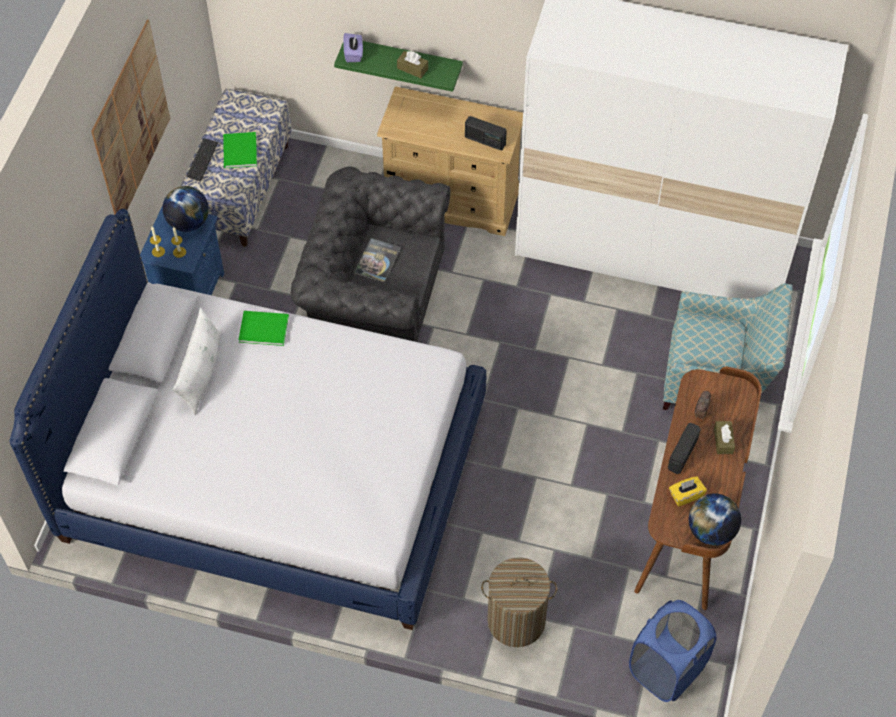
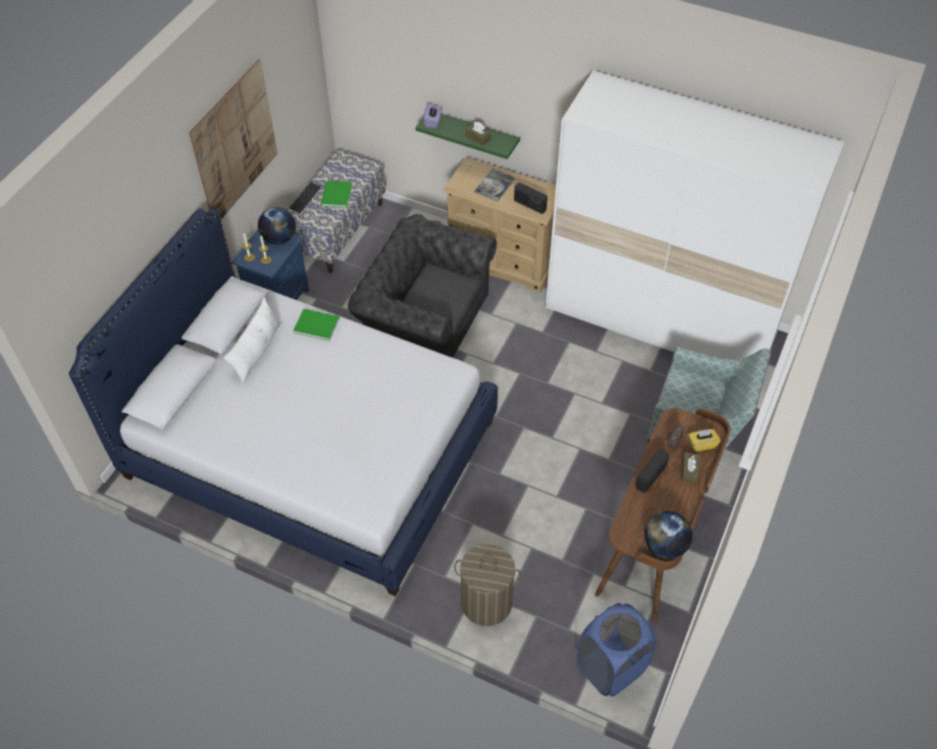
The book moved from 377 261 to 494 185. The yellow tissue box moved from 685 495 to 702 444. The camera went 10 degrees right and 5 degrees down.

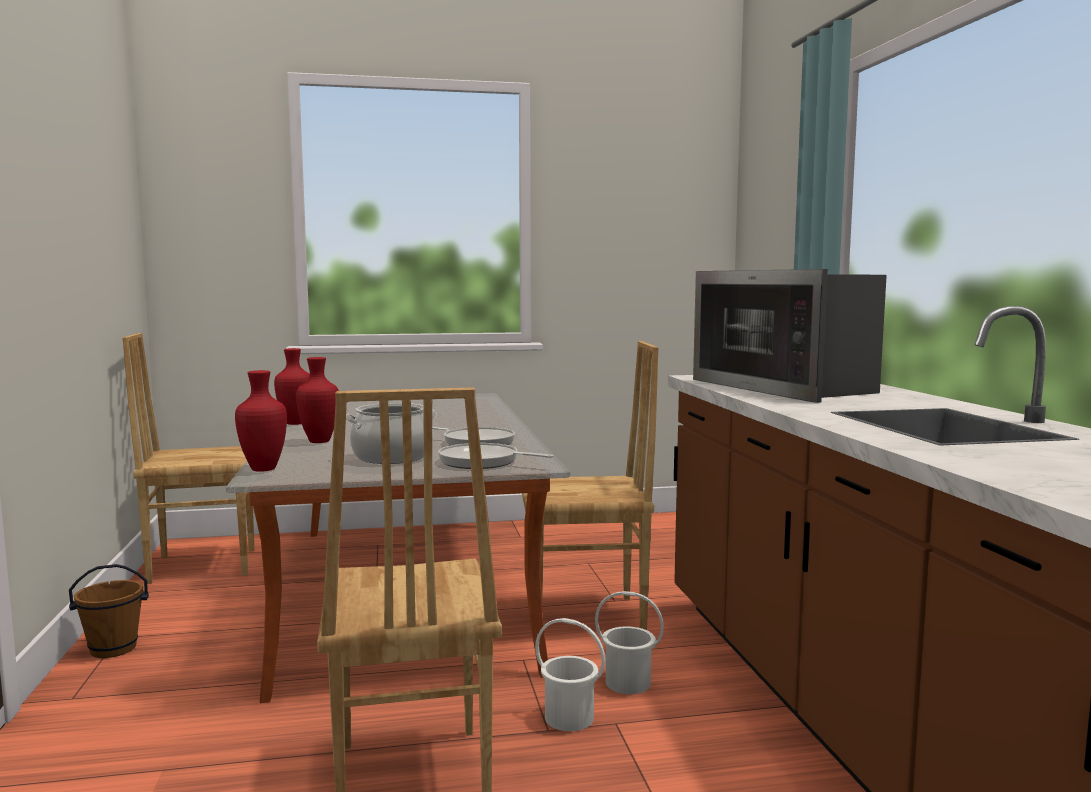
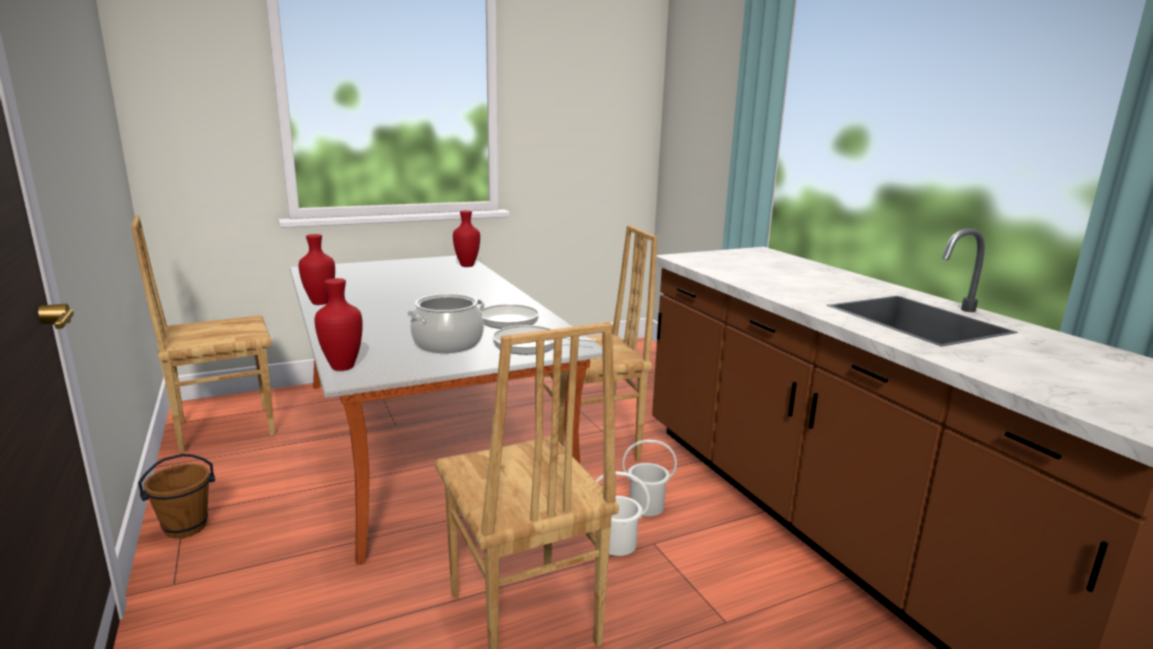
The red flower vase moved from 320 441 to 467 265. The microwave at 786 387 disappeared. The camera went 15 degrees left and 10 degrees up.

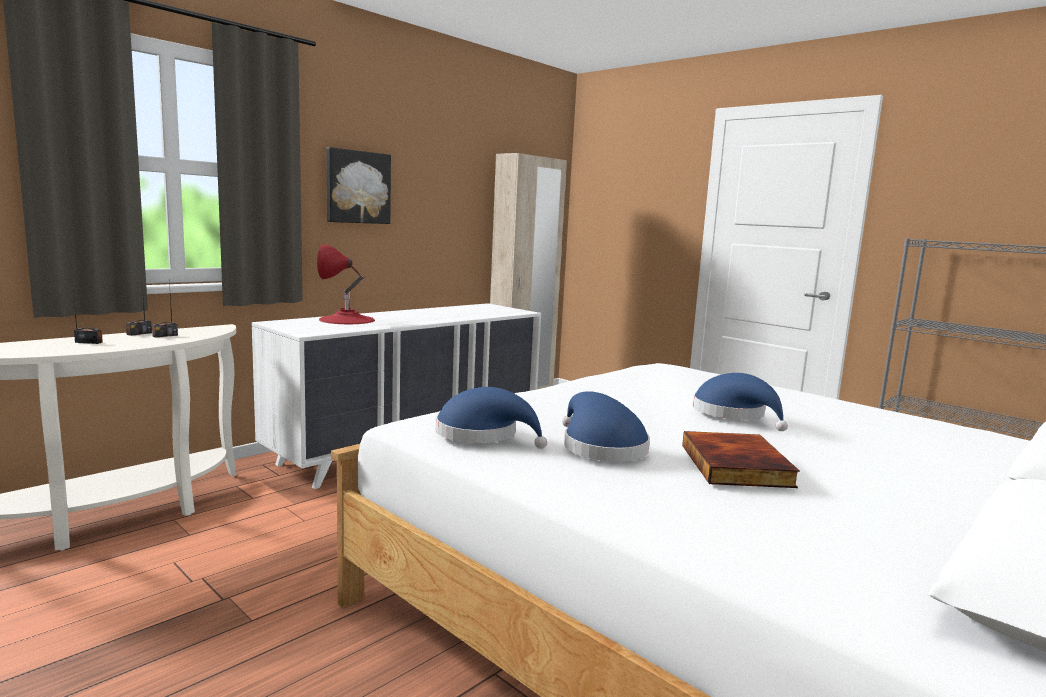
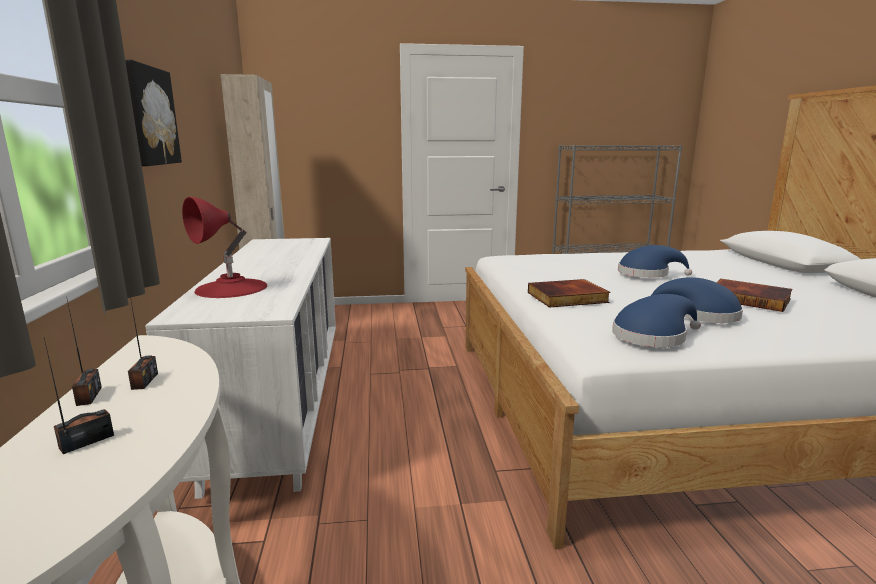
The book at 567 298 appeared. The camera went 50 degrees left and 5 degrees up.

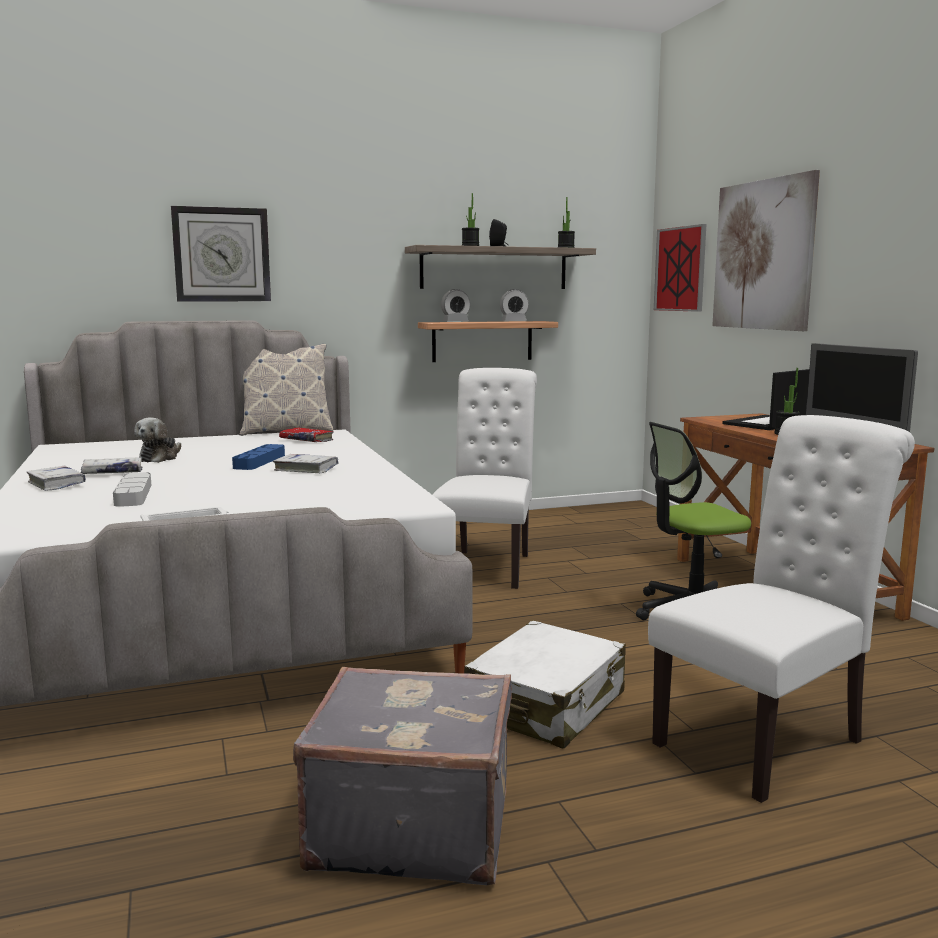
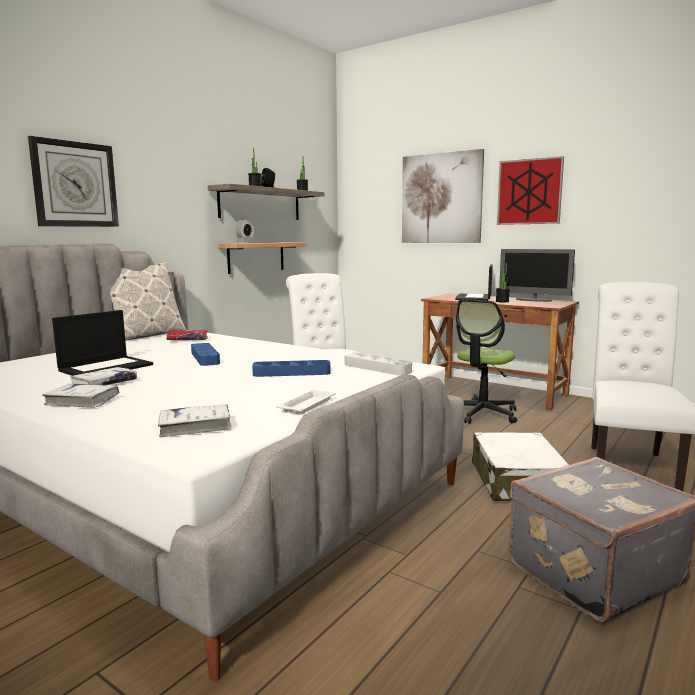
The cuddly toy at 160 458 was replaced by the portable computer at 106 367. The white book moved from 306 469 to 196 427. The blue tray at 291 373 appeared. The greyish tray moved from 133 494 to 377 368. The picture moved from 680 269 to 529 192. The alarm clock at 514 321 disappeared. The camera went 35 degrees left and 0 degrees up.

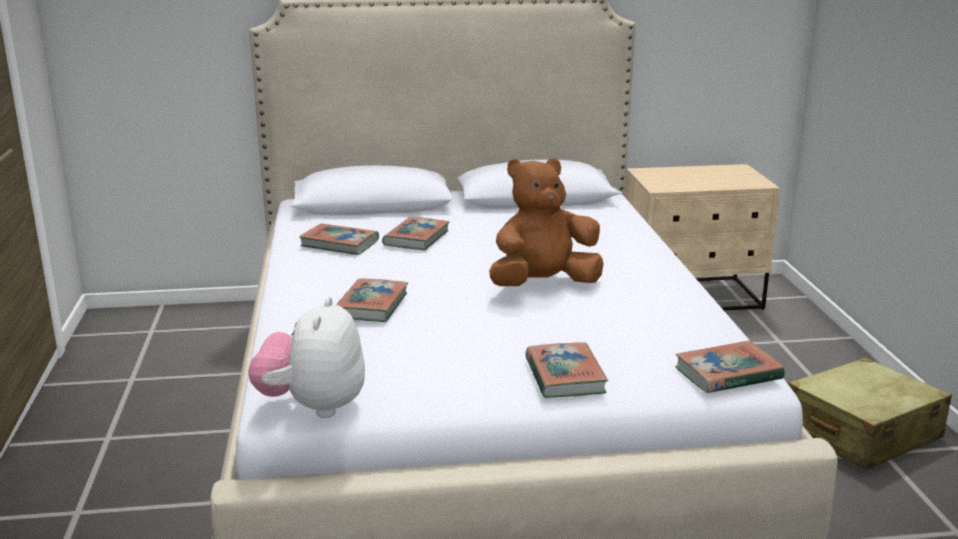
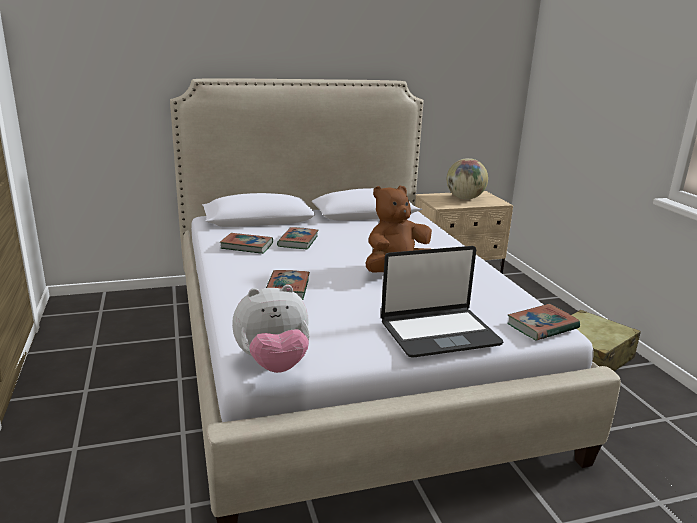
The cuddly toy at 313 407 turned 105 degrees counterclockwise. The book at 564 376 was replaced by the portable computer at 439 333. The globe at 464 198 appeared. The camera went 10 degrees left and 0 degrees up.

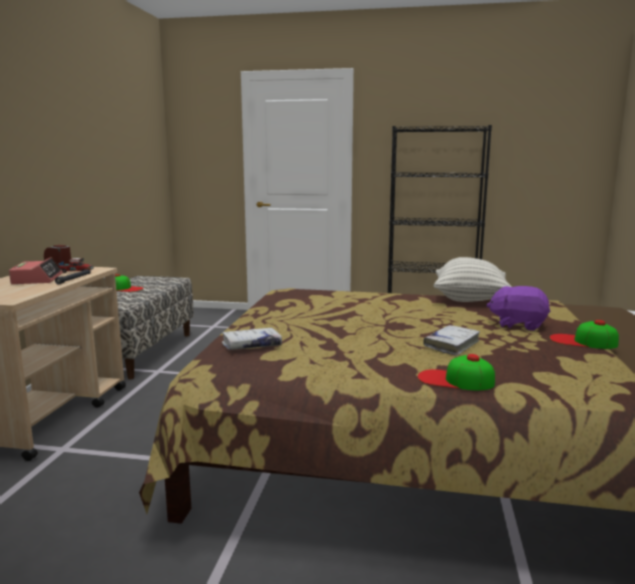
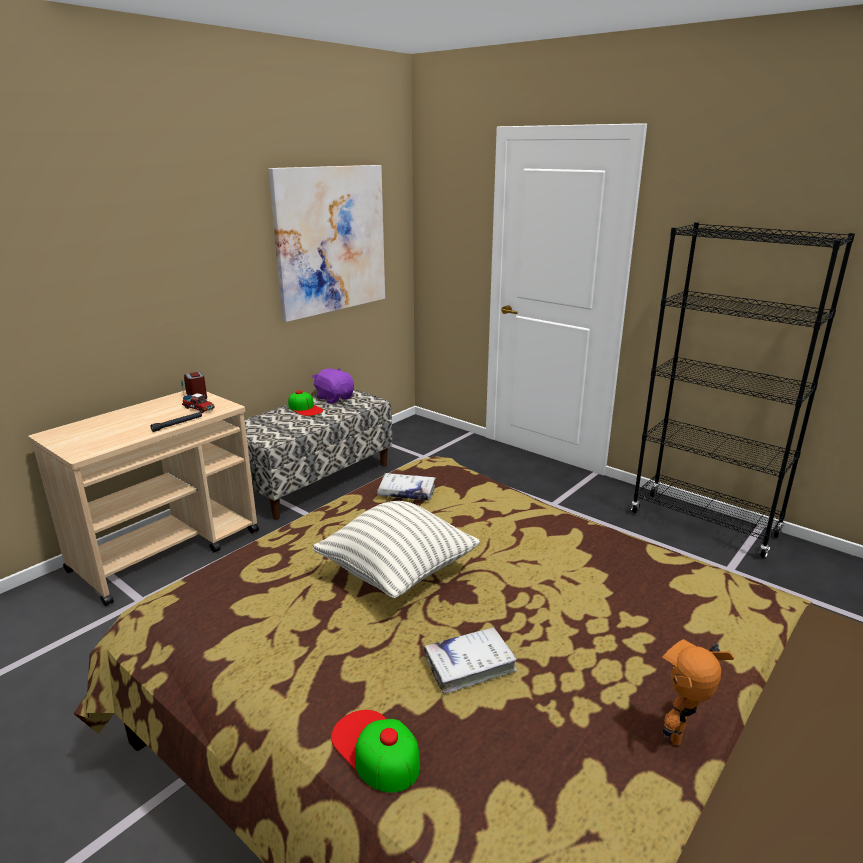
The picture at 331 240 appeared. The purple cuddly toy moved from 518 325 to 334 398. The cushion moved from 469 299 to 397 573. The white book moved from 251 345 to 406 493. The cap at 582 341 was replaced by the robot figure at 684 736. The alarm clock at 37 279 disappeared. The camera went 30 degrees right and 10 degrees up.

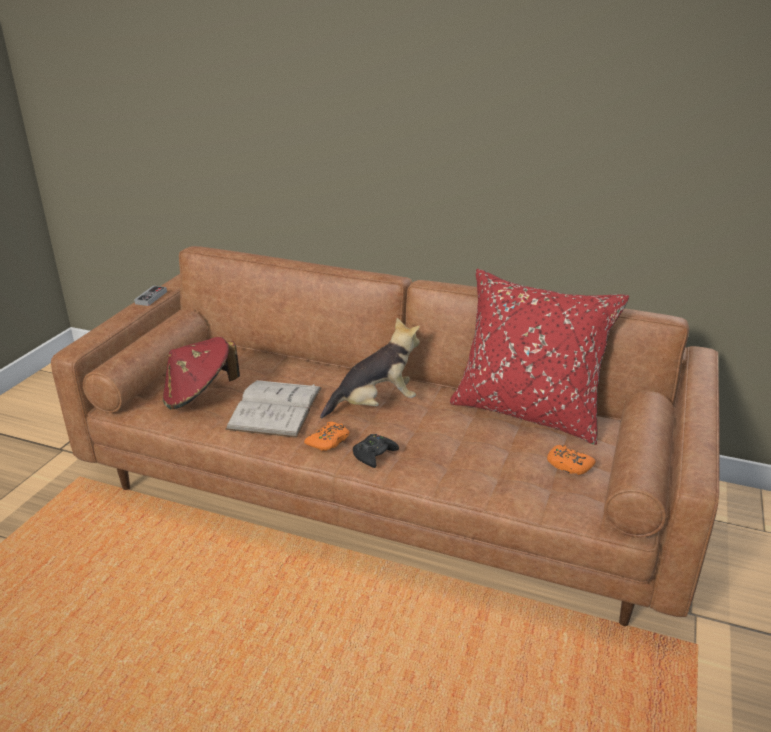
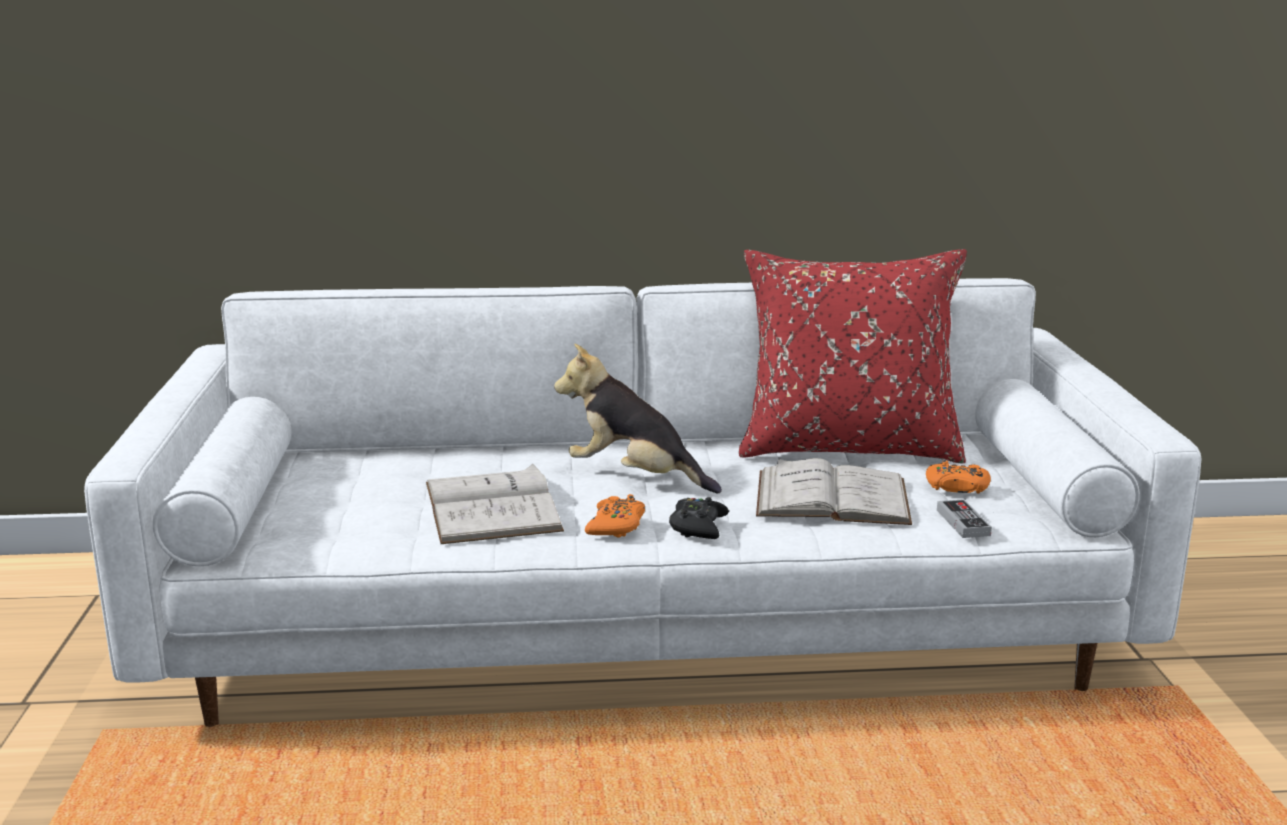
The brownish settee at 385 486 became the white settee at 643 622. The cuddly toy at 375 404 turned 105 degrees counterclockwise. The white book at 832 497 appeared. The game controller moved from 151 298 to 963 522. The red hat at 199 395 disappeared. The camera went 25 degrees left and 10 degrees down.

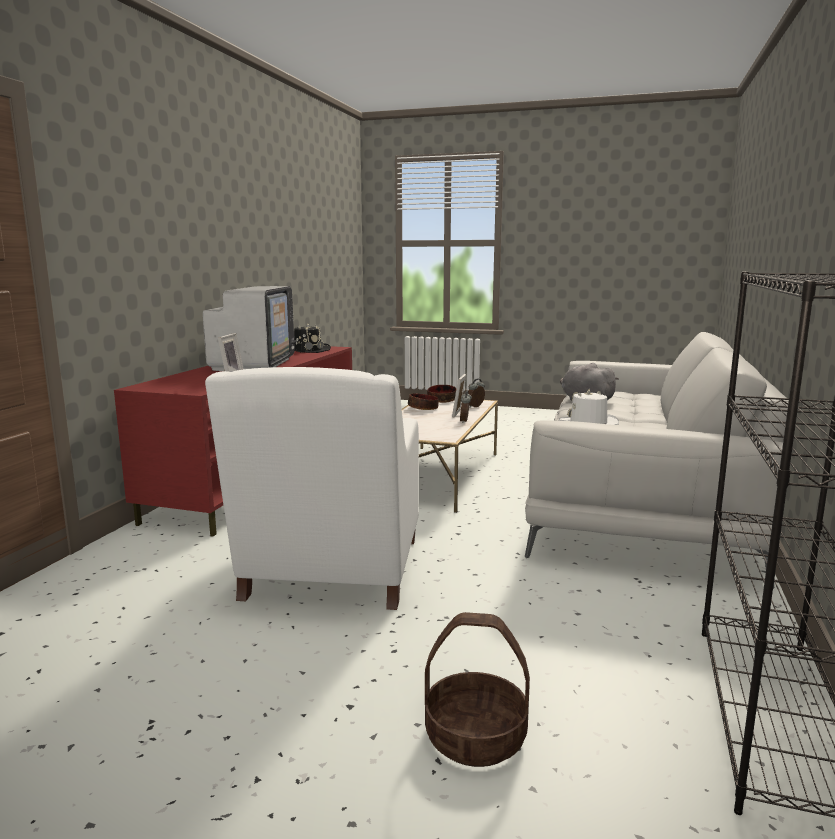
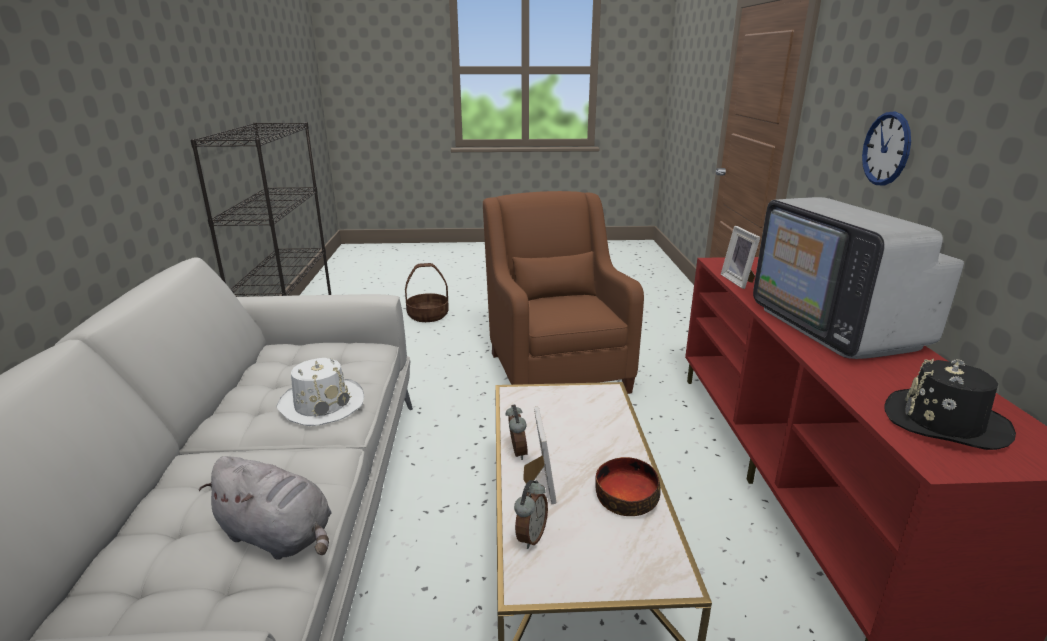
The white armchair at 331 573 became the brownish armchair at 555 368. The hanging clock at 886 149 appeared. The deep dish at 441 400 disappeared. The camera went 160 degrees right and 10 degrees up.

